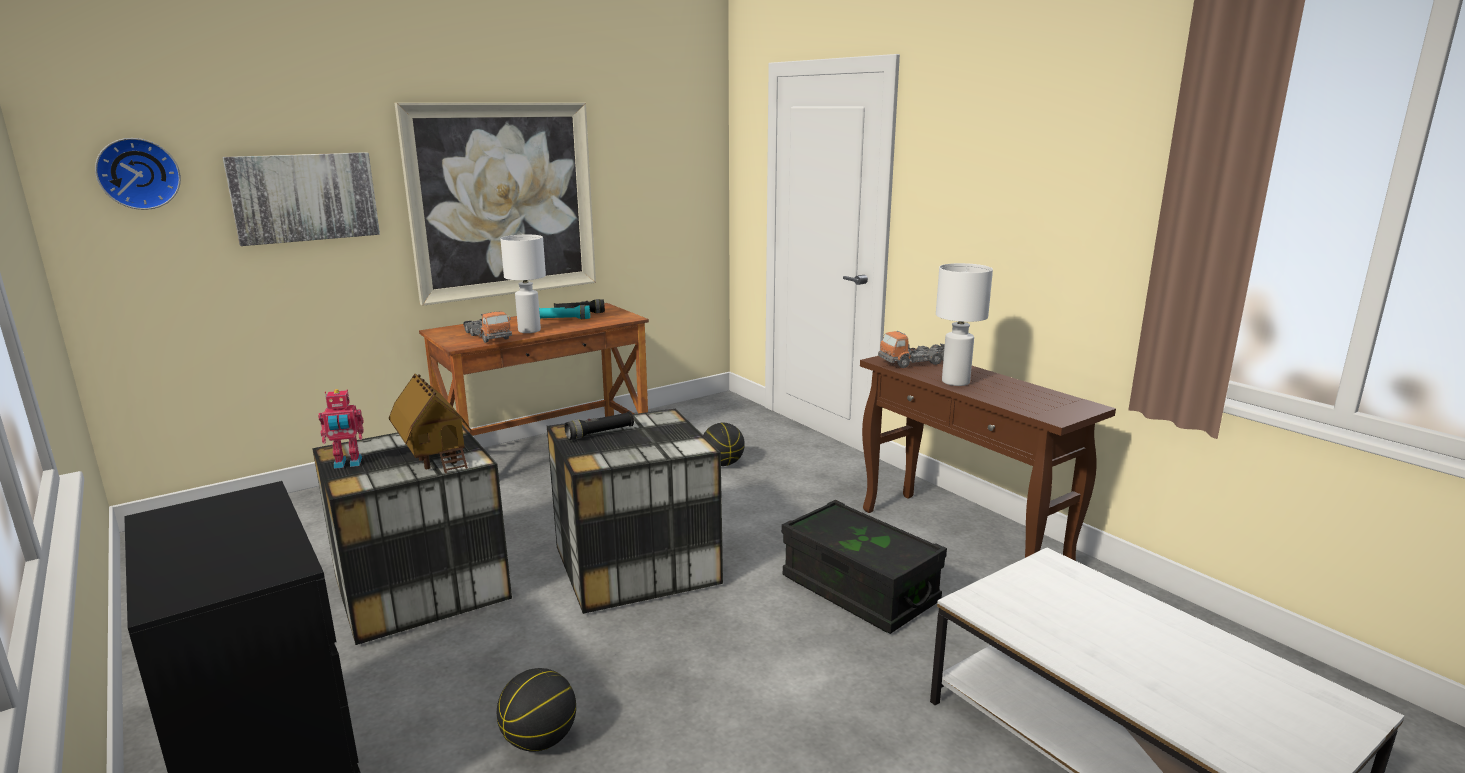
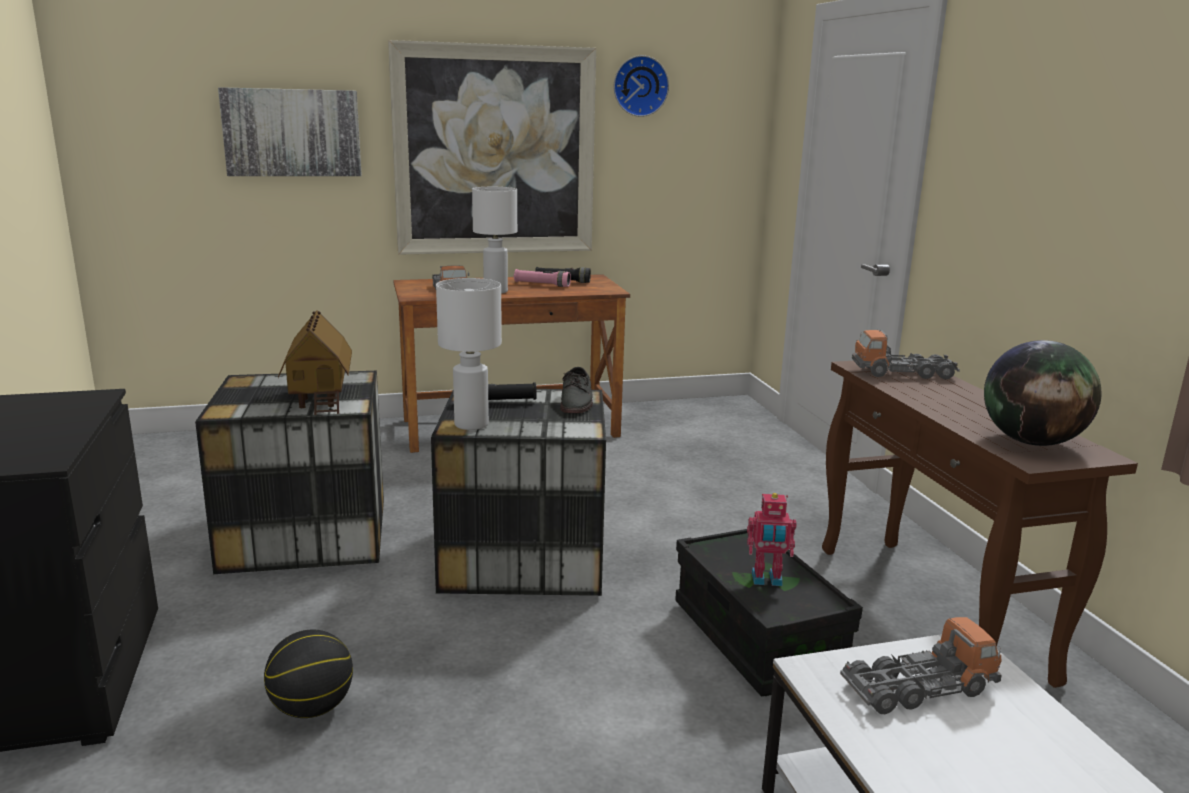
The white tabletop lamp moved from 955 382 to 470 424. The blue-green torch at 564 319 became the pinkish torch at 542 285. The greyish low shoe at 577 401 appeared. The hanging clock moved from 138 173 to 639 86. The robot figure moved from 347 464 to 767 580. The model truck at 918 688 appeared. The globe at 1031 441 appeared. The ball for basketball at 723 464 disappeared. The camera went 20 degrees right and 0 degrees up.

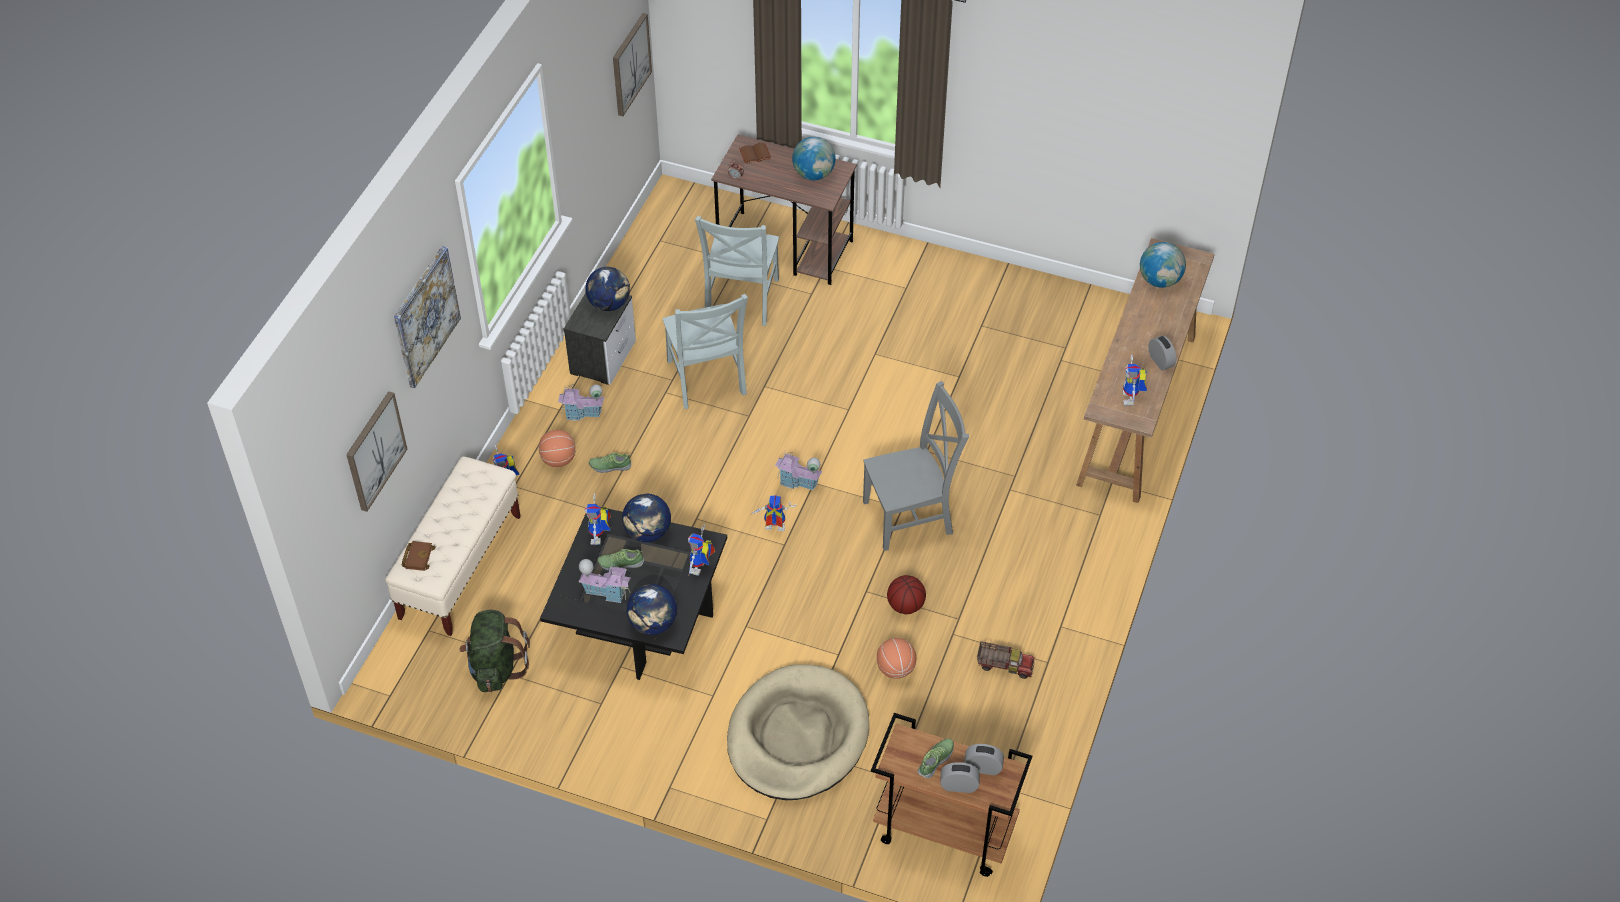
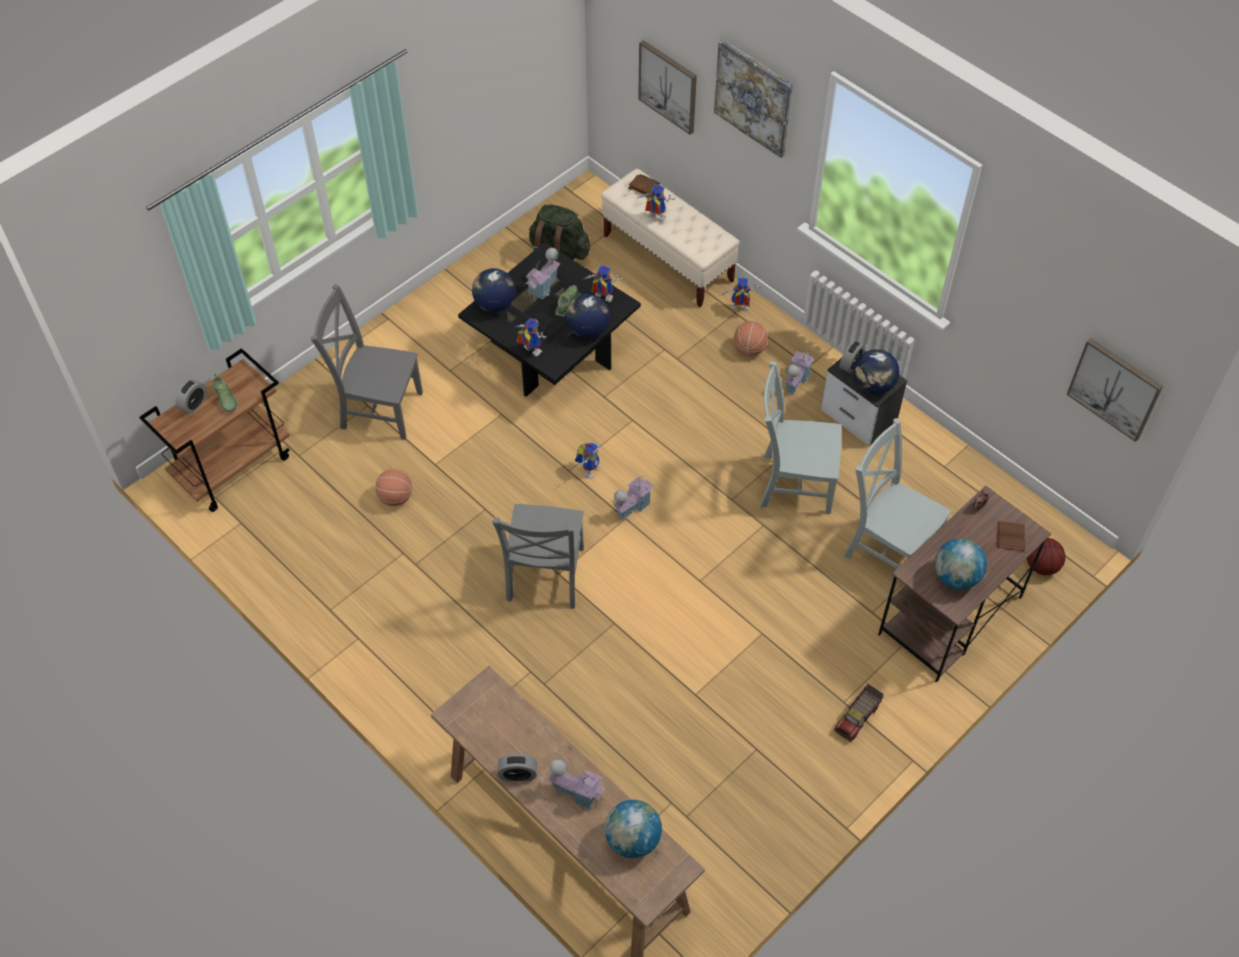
The beige dog cushion at 797 736 was replaced by the greyish chair at 378 409. The toy house at 577 792 appeared. The robot figure moved from 1131 399 to 654 218. The model truck moved from 1004 665 to 858 718. The alarm clock moved from 983 767 to 850 364. The ball for basketball moved from 905 605 to 1042 566. The low shoe at 610 466 disappeared. The camera went 115 degrees right and 5 degrees up.

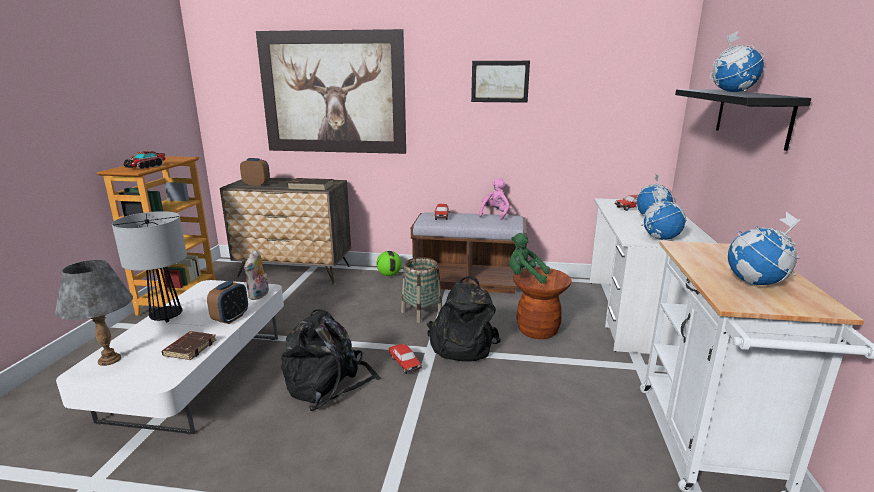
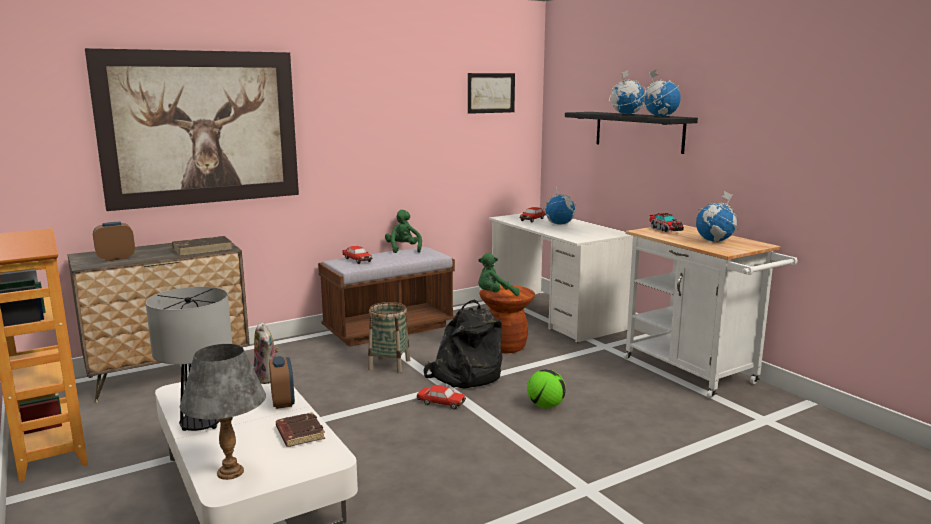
The pinkish cuddly toy at 495 214 became the green cuddly toy at 403 249. The picture moved from 500 81 to 491 93. The football moved from 389 275 to 545 406. The globe moved from 660 238 to 660 116. The model truck moved from 146 167 to 665 230. The black-coloured knapsack at 328 384 disappeared. The camera went 40 degrees left and 5 degrees down.

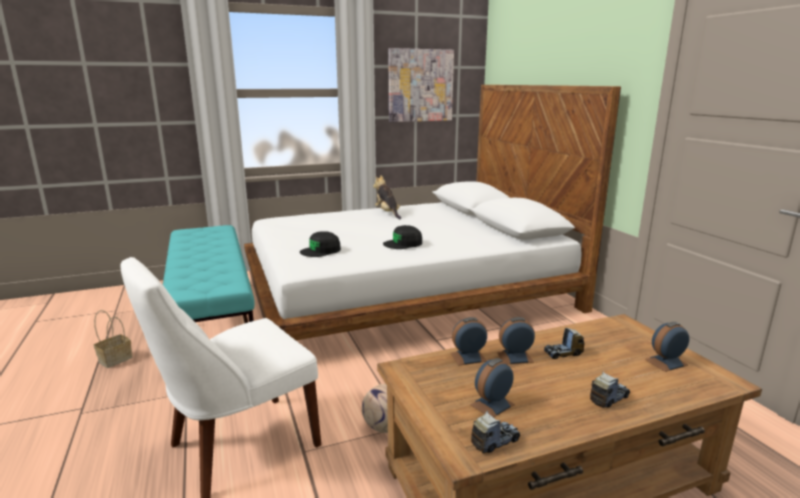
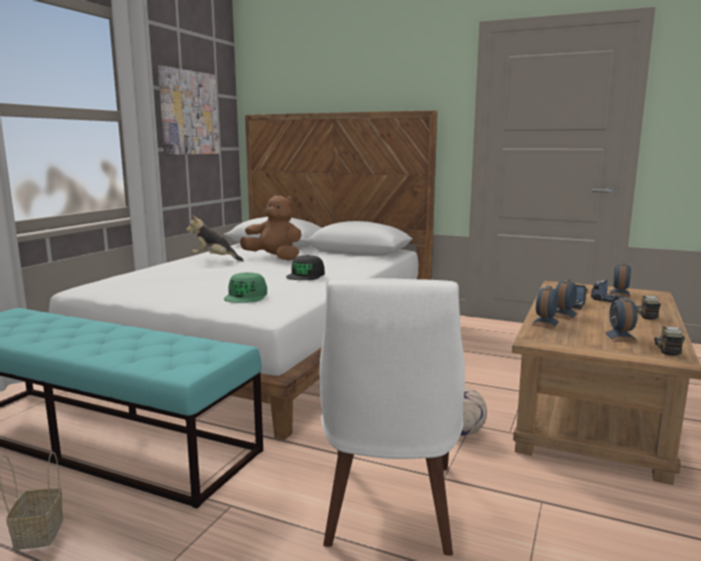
The black-coloured cap at 321 251 became the green cap at 246 296. The brownish cuddly toy at 274 258 appeared. The model truck at 606 300 appeared. The camera went 45 degrees left and 5 degrees down.

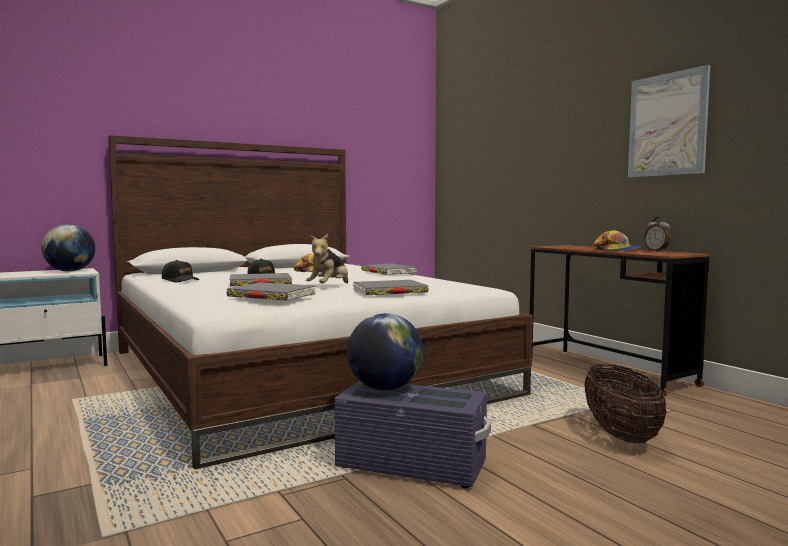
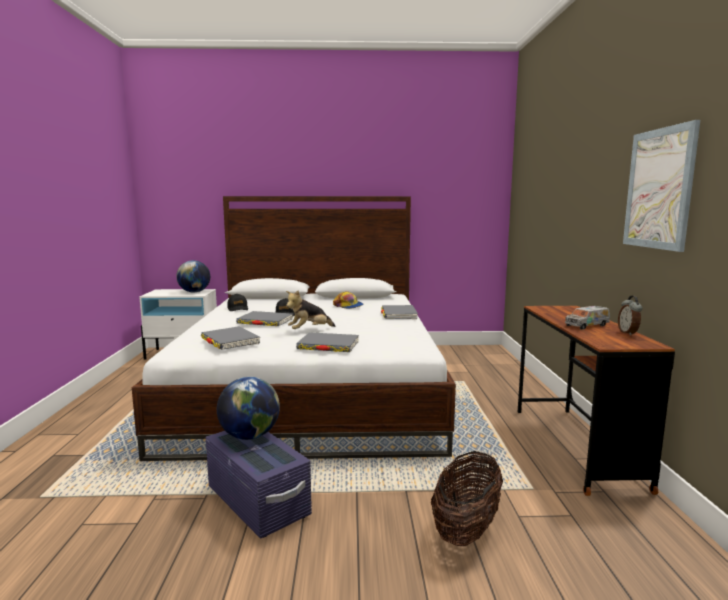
The cap at 617 250 was replaced by the model truck at 587 325. The camera went 30 degrees right and 5 degrees up.

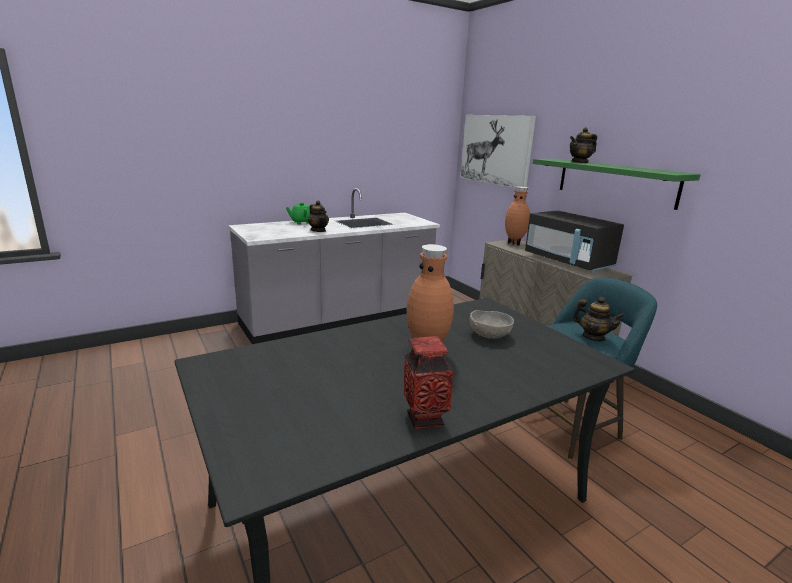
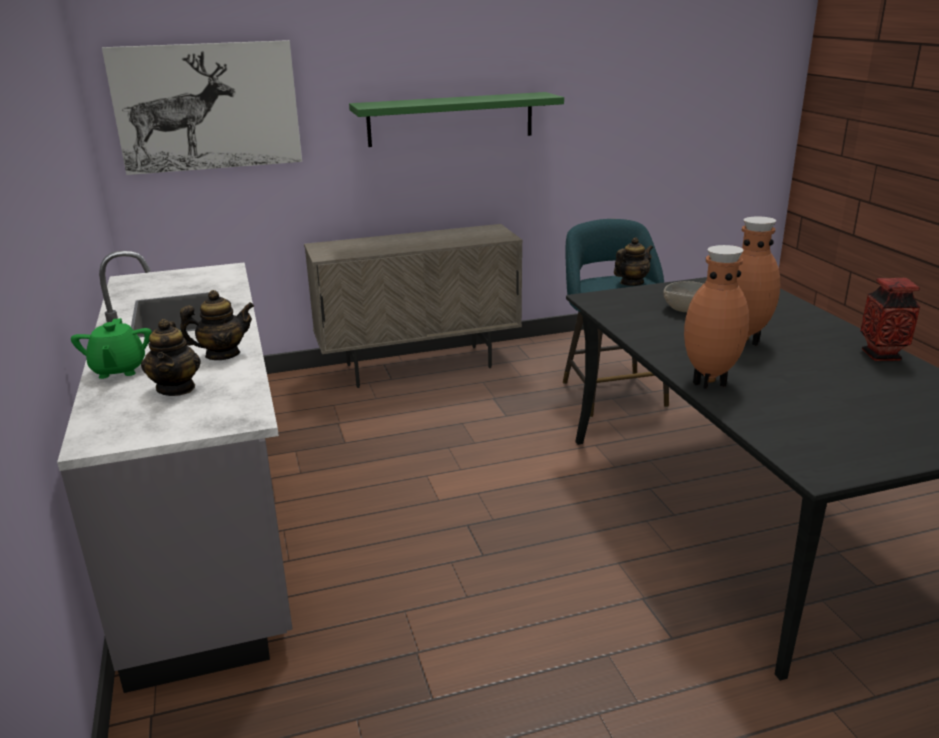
The tea pot moved from 580 162 to 176 388. The brownish flower vase moved from 514 243 to 709 381. The black-coloured microwave at 568 262 disappeared. The camera went 75 degrees left and 5 degrees up.

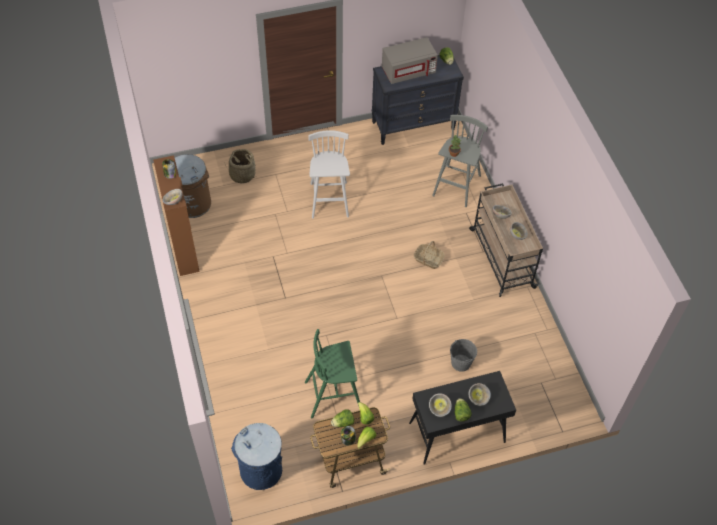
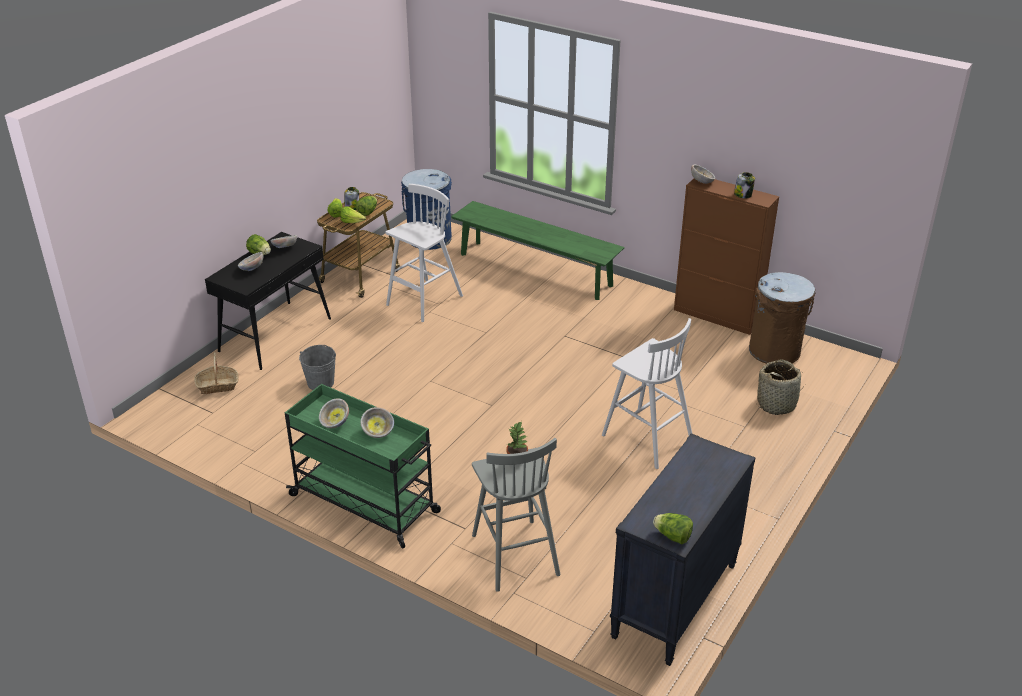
The household basket moved from 428 259 to 218 386. The beige wheeled cart at 501 257 became the green wheeled cart at 366 504. The green sitting stool at 334 395 became the white sitting stool at 423 301. The green bench at 535 270 appeared. The greyish microwave at 408 71 disappeared. The camera went 140 degrees right and 20 degrees down.

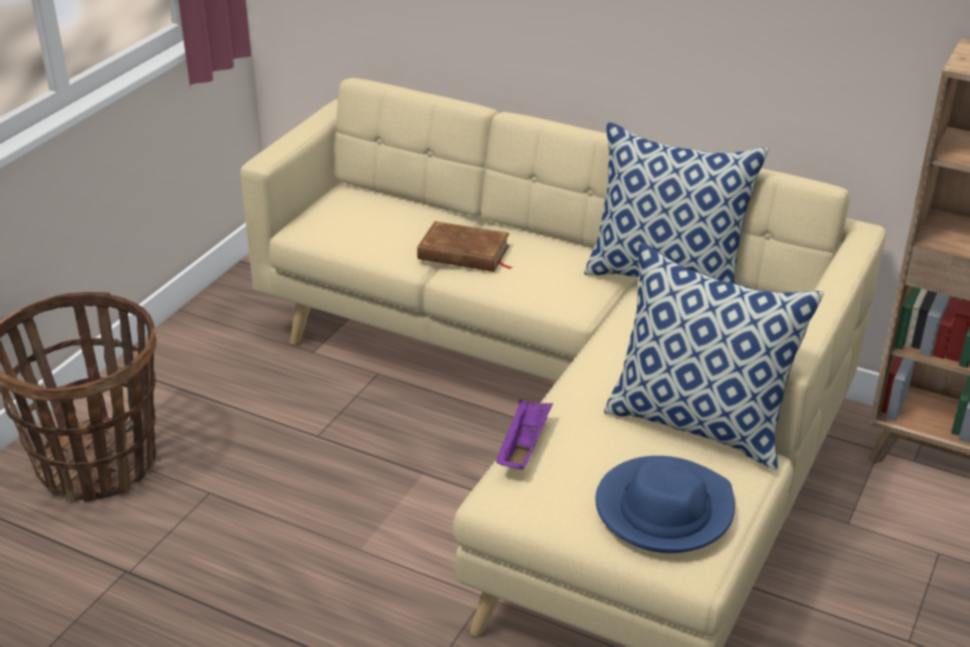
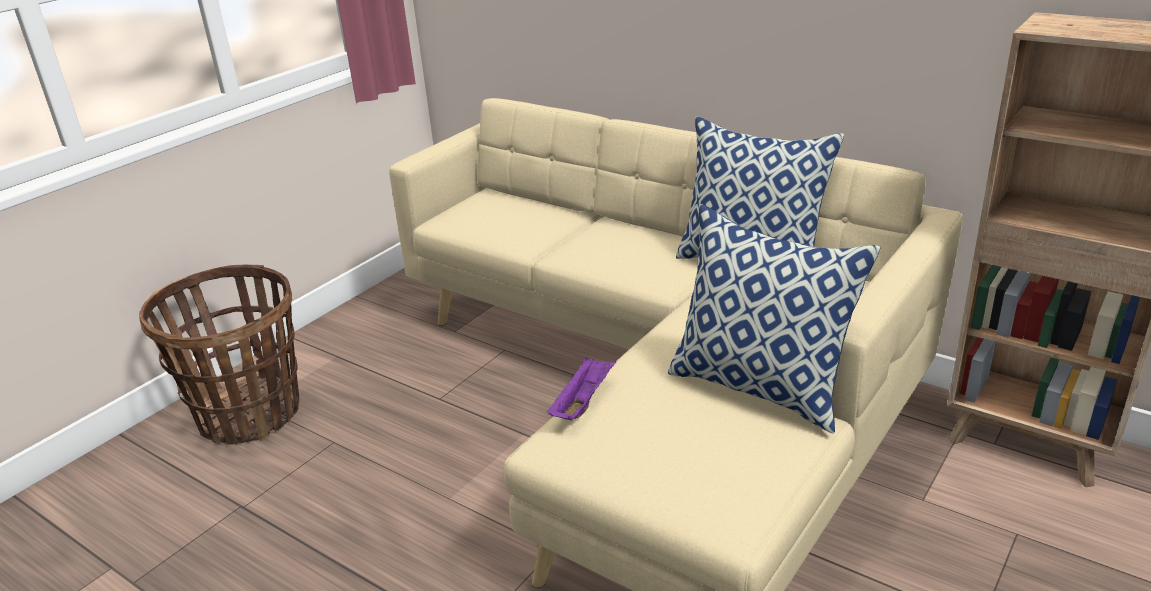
The brownish book at 464 253 disappeared. The blue hat at 664 510 disappeared. The camera went 10 degrees right and 5 degrees down.

